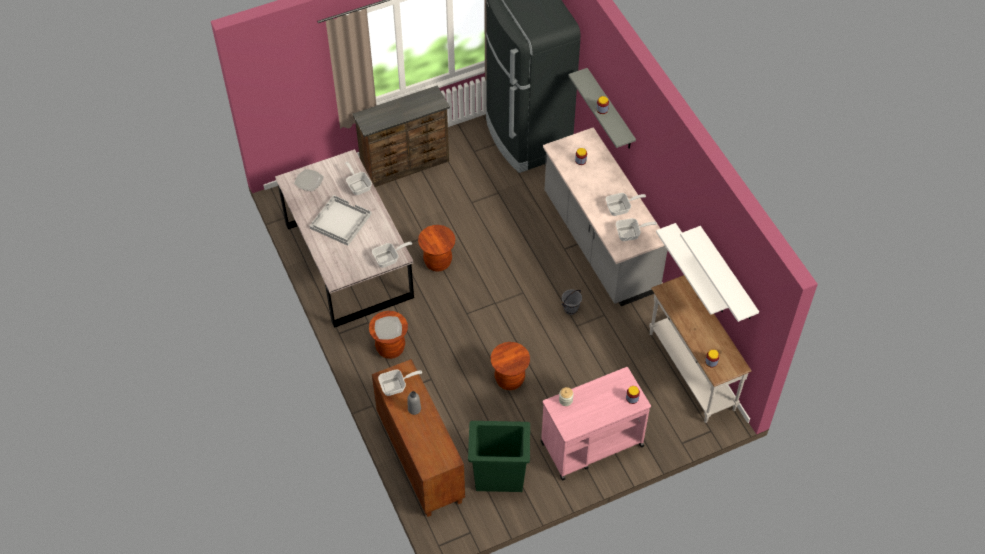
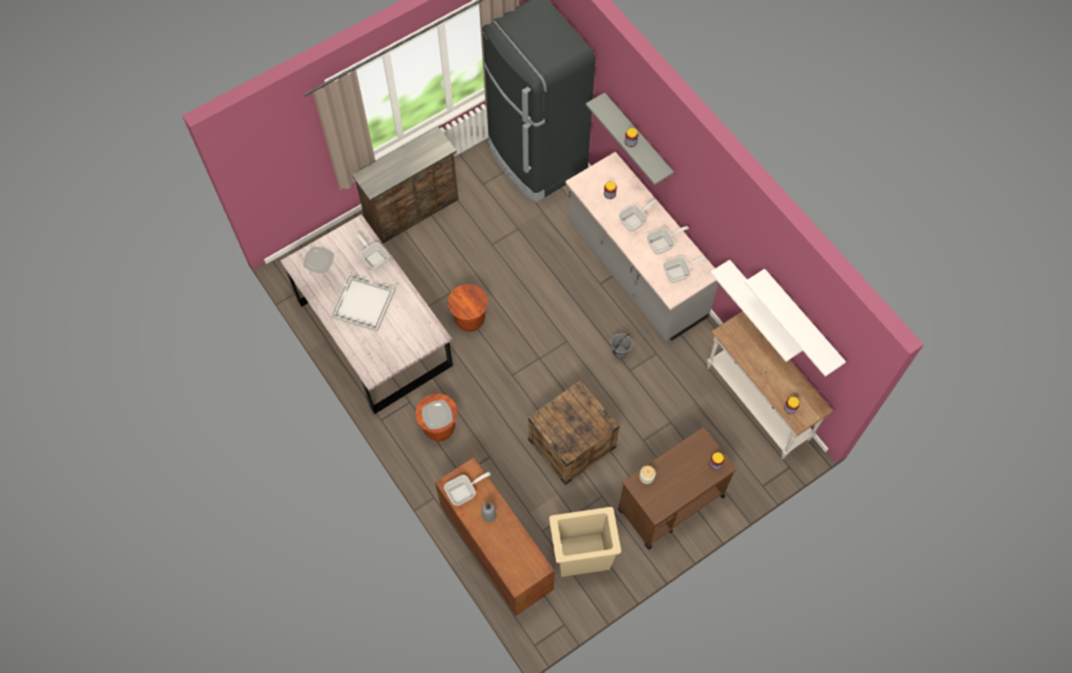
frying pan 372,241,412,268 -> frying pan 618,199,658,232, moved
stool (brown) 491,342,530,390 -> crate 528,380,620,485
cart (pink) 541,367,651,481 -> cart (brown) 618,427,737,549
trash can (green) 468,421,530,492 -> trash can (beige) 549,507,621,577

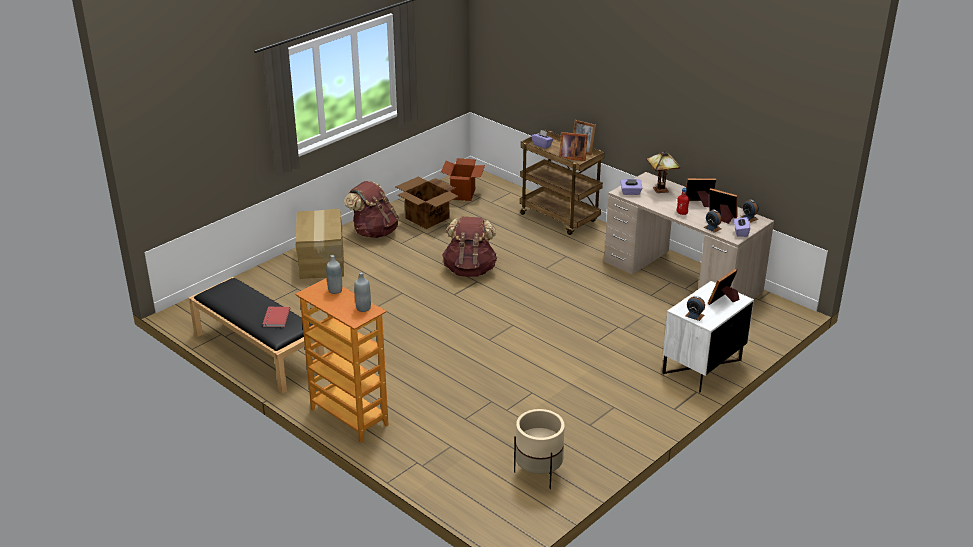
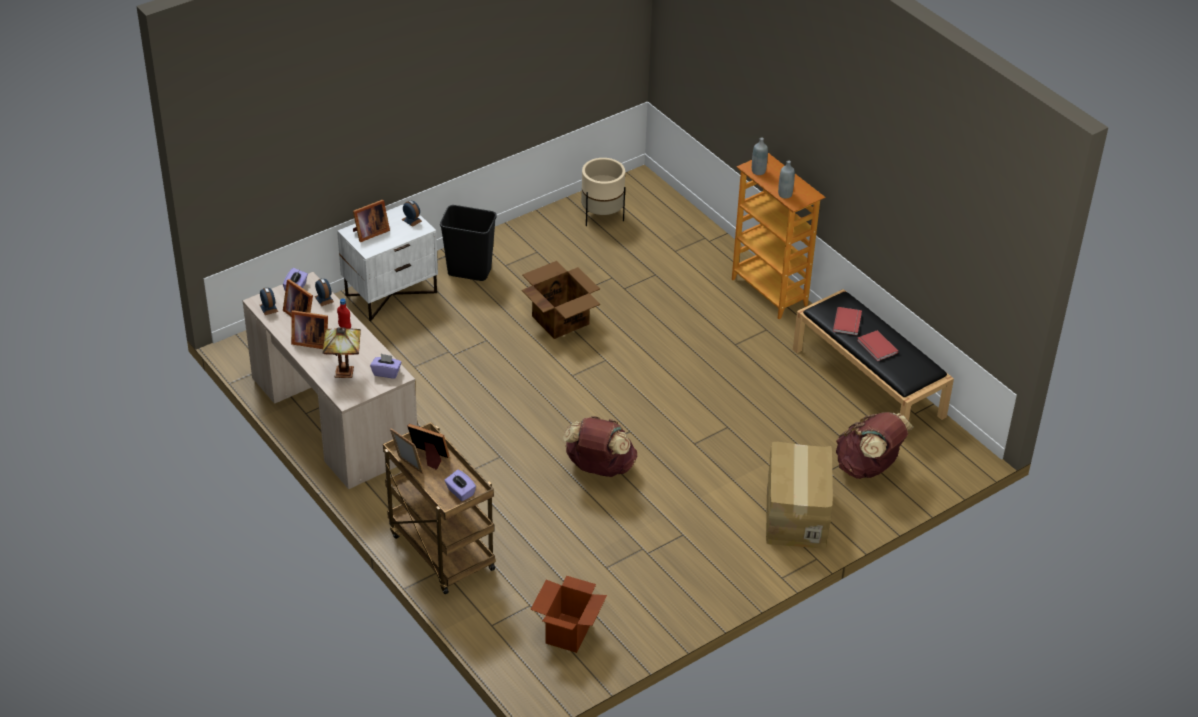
cardboard box 395,177,459,229 -> cardboard box 522,261,600,339, moved
backpack (brown) 344,181,399,238 -> backpack (brown) 836,412,914,479, moved
none -> trash can (black) 440,205,497,281
none -> book (red) 857,330,898,361

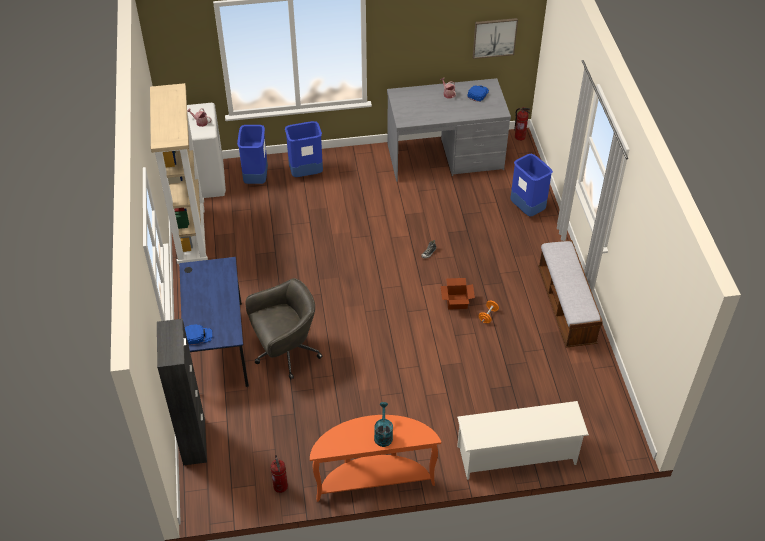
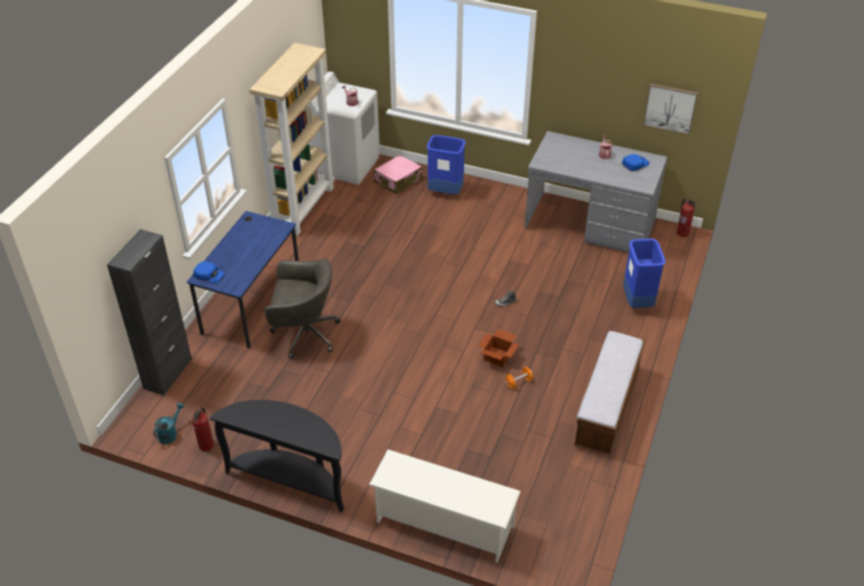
trash can (blue) 237,125,268,184 -> suitcase (pink) 374,155,422,194
watering can (turquoise) 374,402,393,447 -> watering can (turquoise) 153,403,184,444, moved
console table (orange) 310,415,441,502 -> console table (black) 210,400,344,513

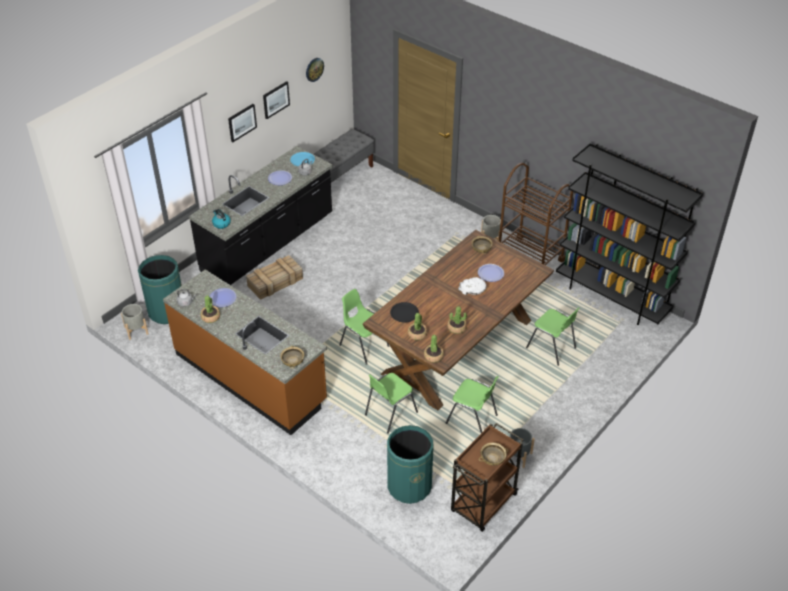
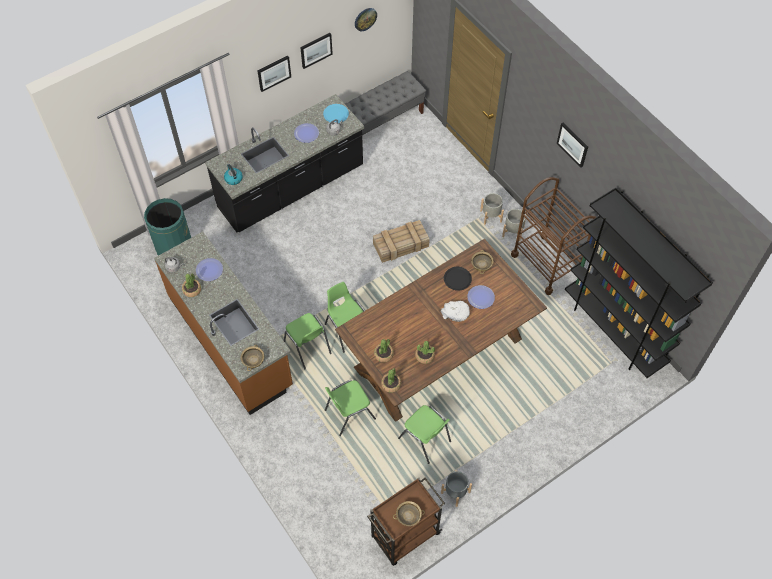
crate 246,255,303,300 -> crate 373,220,430,263, moved
plate (black) 390,302,419,323 -> plate (black) 444,267,472,291, moved
planter (grey) 121,304,148,340 -> planter (grey) 480,193,504,225, moved
chair (green) 526,307,580,366 -> chair (green) 284,313,332,369, moved
trash can (green) 387,425,433,504 -> none
none -> picture 557,123,588,167

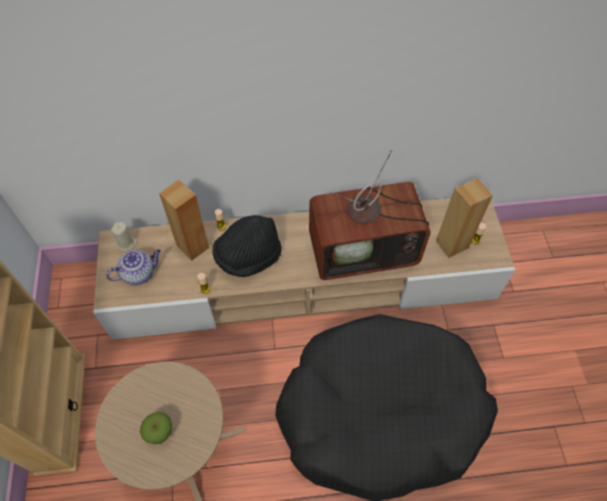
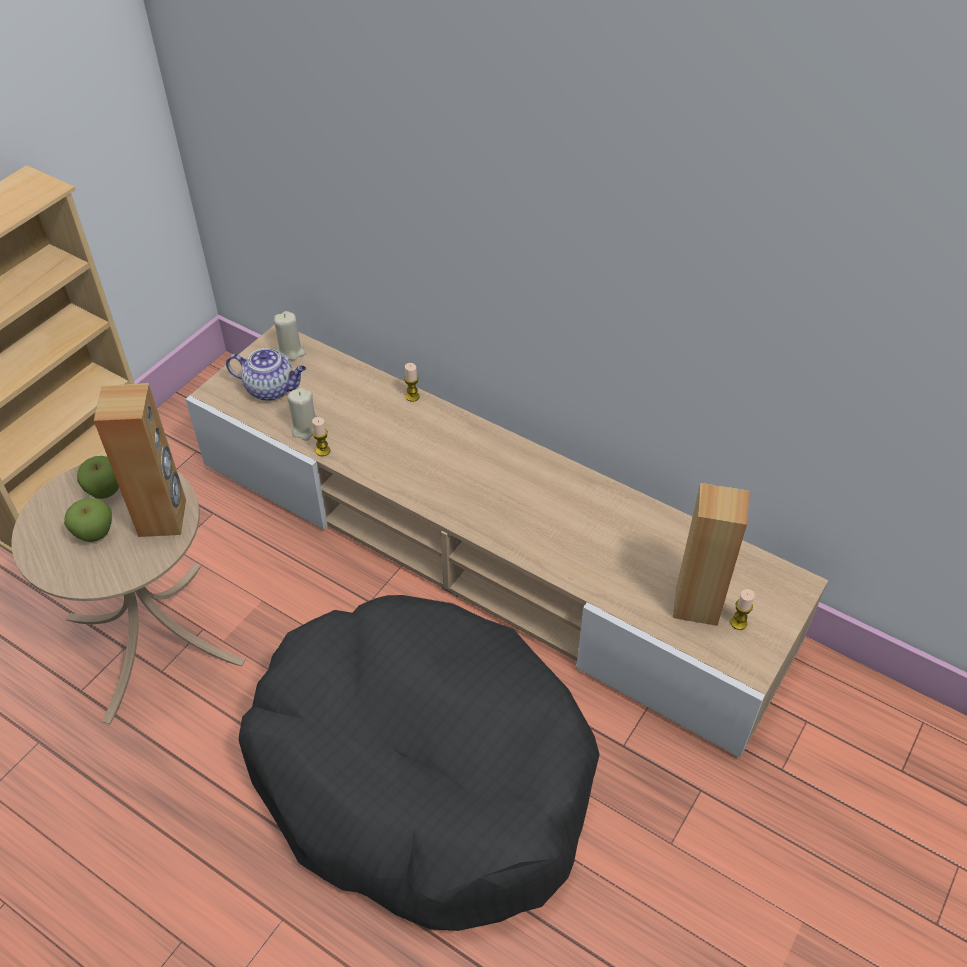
television 309,150,431,280 -> none
speaker (brown) 159,179,209,261 -> speaker (brown) 94,383,186,537, moved
hat (black) 212,215,282,277 -> none
none -> candle (beige) 287,388,317,441
none -> apple 77,456,119,499

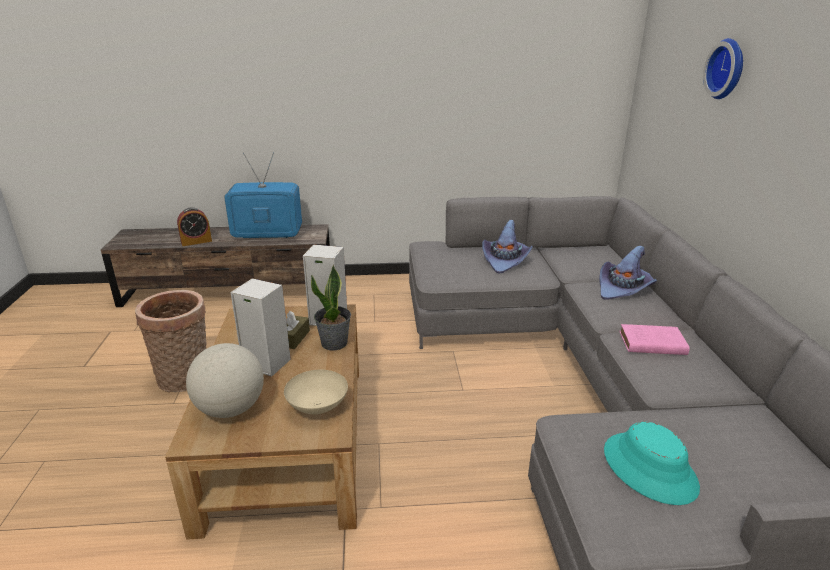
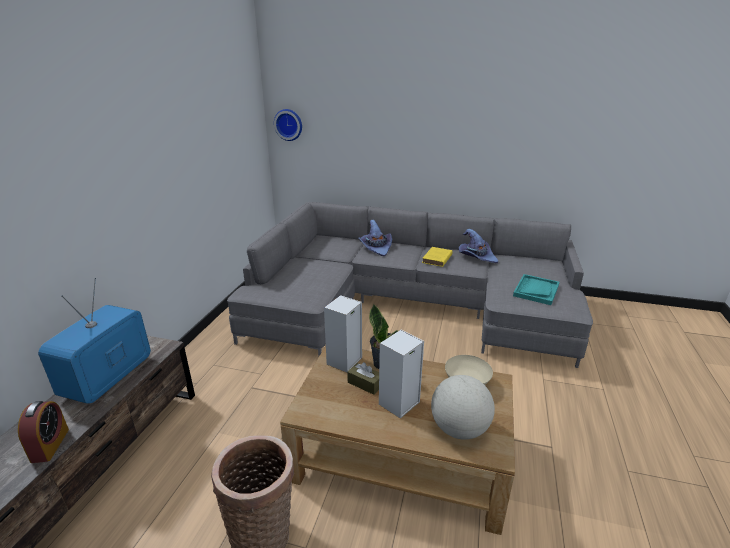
wall clock 703,38,743,99 -> wall clock 274,109,302,141, moved
hat (purple) 482,220,533,274 -> hat (purple) 459,229,498,263, moved
book (pink) 620,324,690,355 -> book (yellow) 422,247,453,267
hat (turquoise) 604,422,700,505 -> tray (turquoise) 513,274,559,305

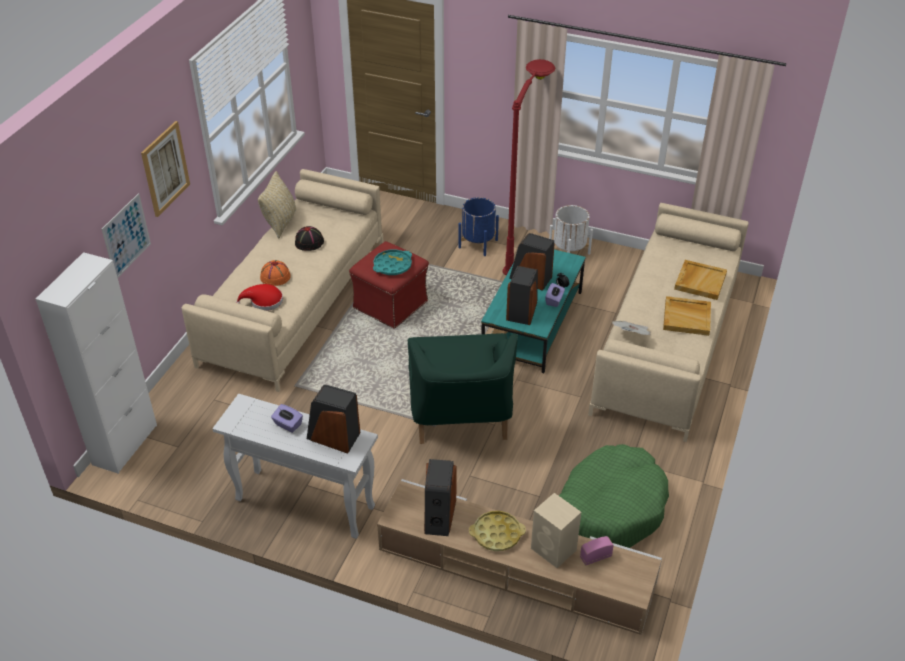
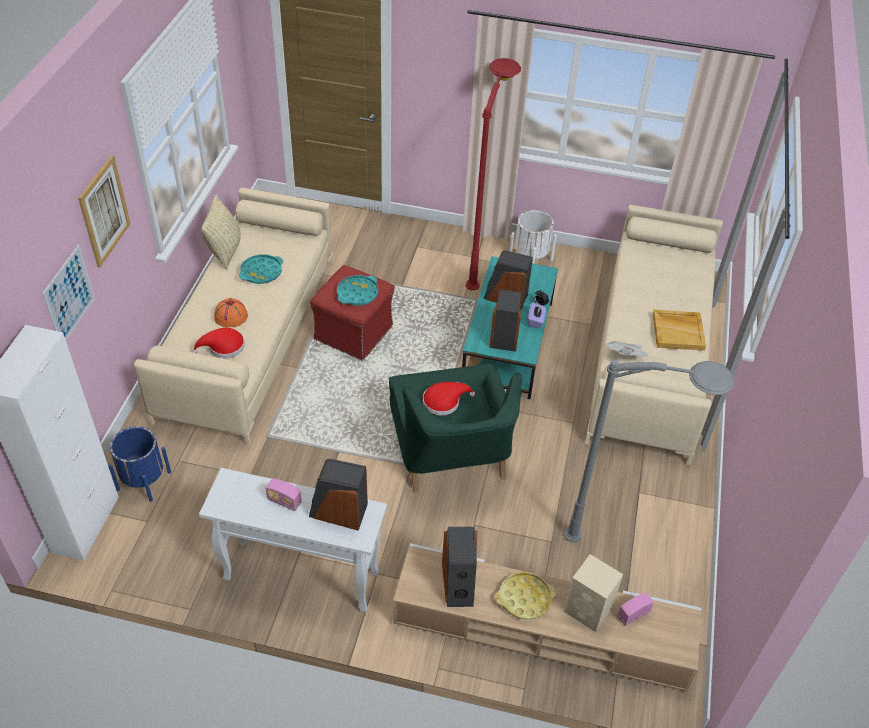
planter (blue) 458,197,499,256 -> planter (blue) 108,426,171,502, moved
hat (black) 295,226,324,251 -> tray (turquoise) 239,254,283,284
tray (beige) 674,260,727,300 -> none
tissue box (purple) 271,404,303,433 -> radio 266,478,302,511
dog bed (green) 559,444,669,548 -> floor lamp (grey) 564,360,735,542
none -> hat (red) 423,382,475,415

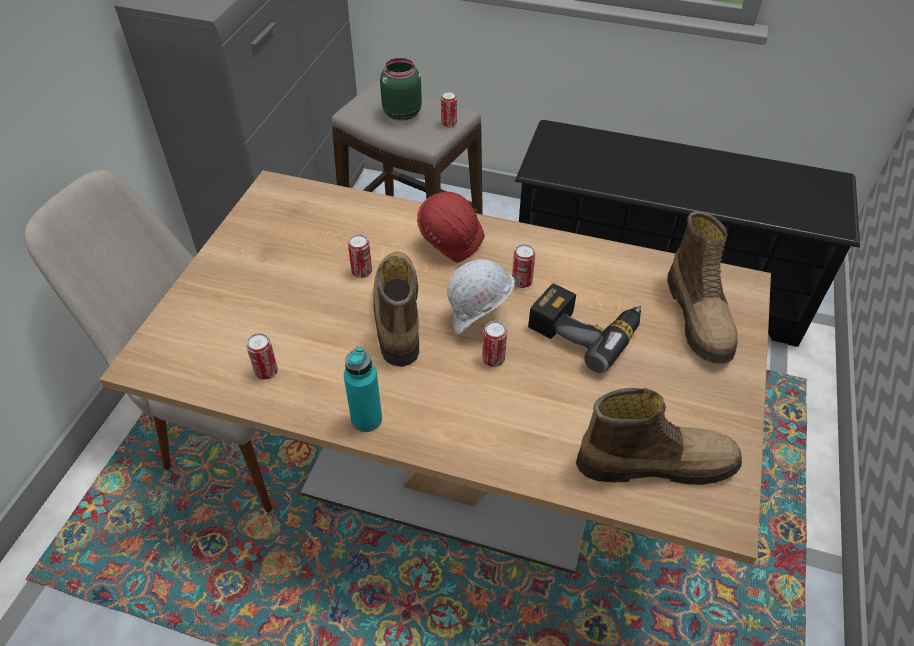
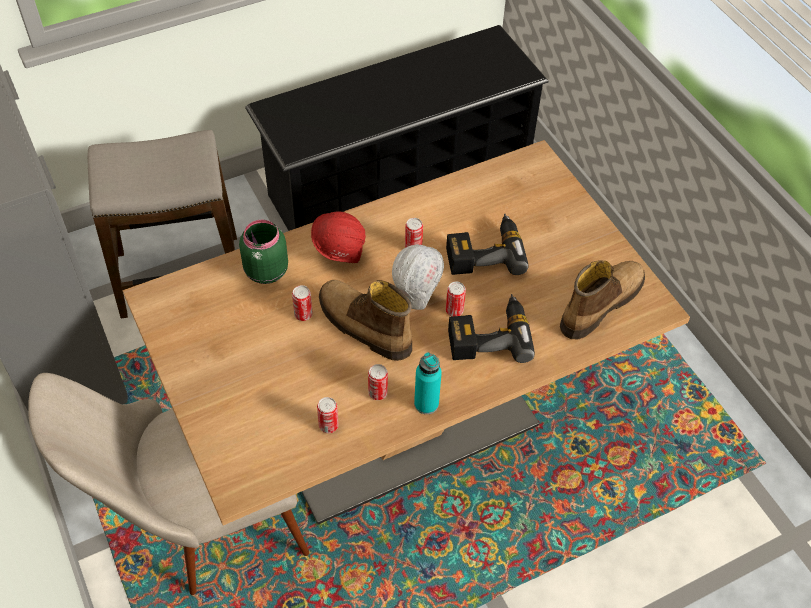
jar (green) 380,58,422,121 -> jar (green) 239,220,288,284, moved
can 441,91,457,127 -> can 368,364,388,400, moved
boot 667,211,738,364 -> none
none -> power drill 448,294,535,363

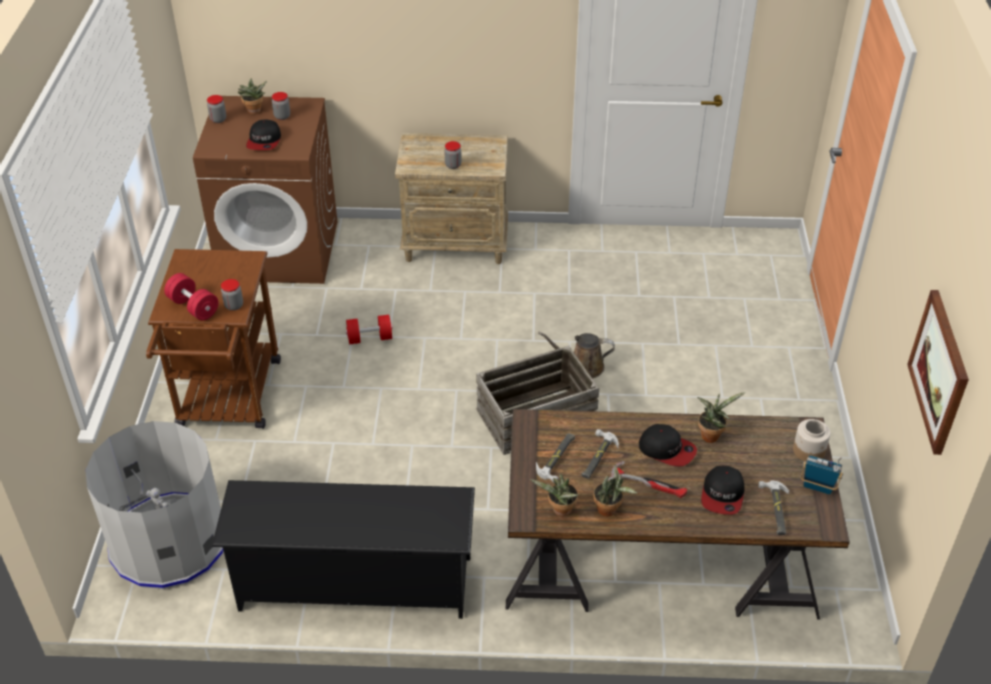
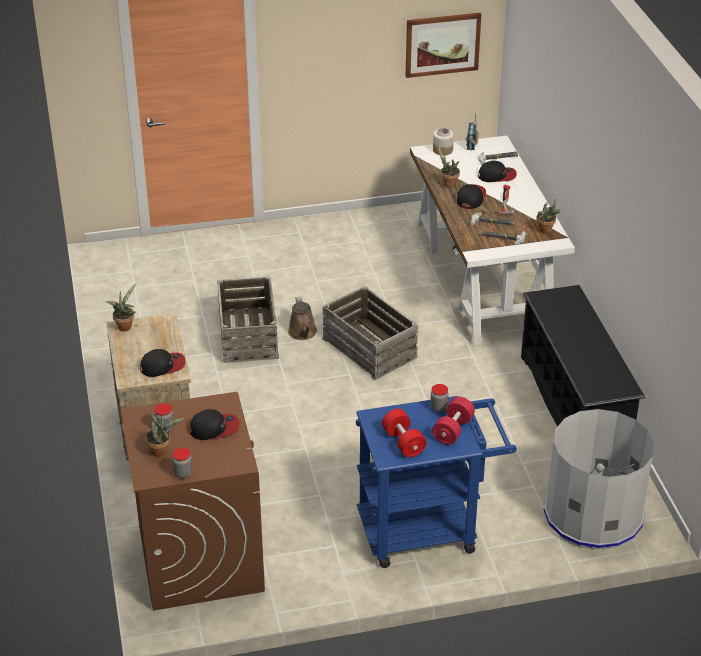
jar 444,141,462,169 -> none
cart (brown) 146,249,281,429 -> cart (blue) 356,396,517,568
dumbbell (red) 346,315,393,344 -> dumbbell (red) 382,409,426,457, moved
desk (brown) 506,409,850,620 -> desk (white) 410,136,575,346
potted plant 593,464,637,517 -> potted plant 106,284,136,331, moved
none -> crate 217,276,279,363
none -> cap 140,349,186,377

